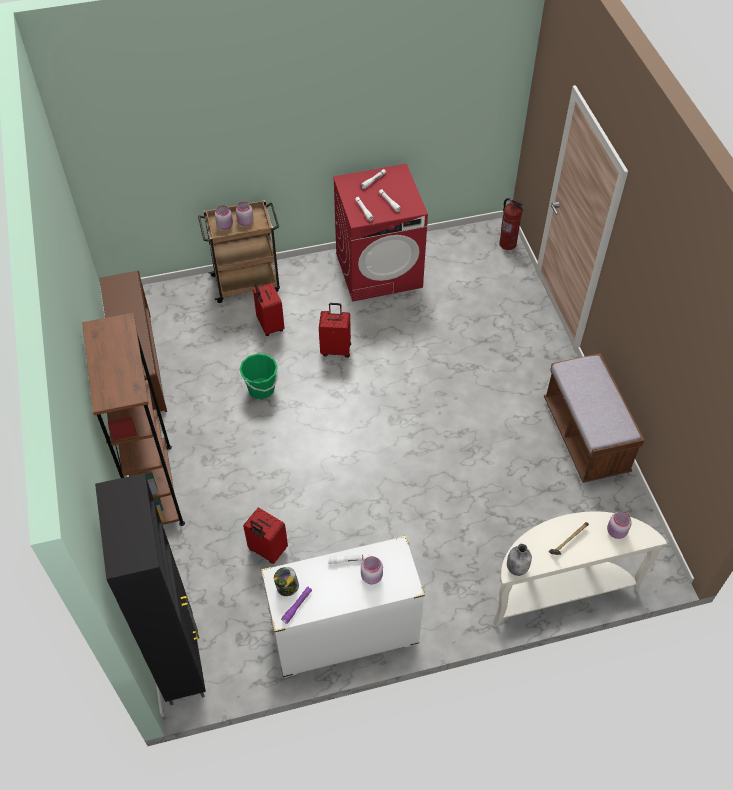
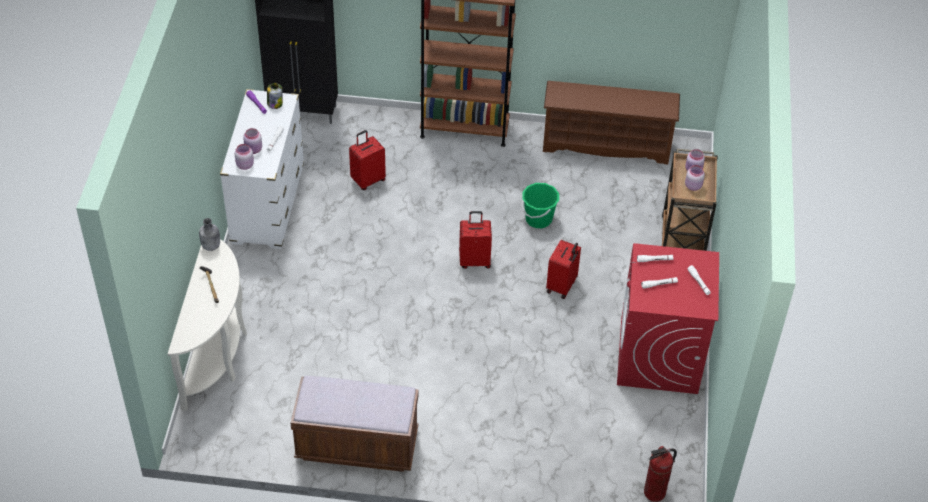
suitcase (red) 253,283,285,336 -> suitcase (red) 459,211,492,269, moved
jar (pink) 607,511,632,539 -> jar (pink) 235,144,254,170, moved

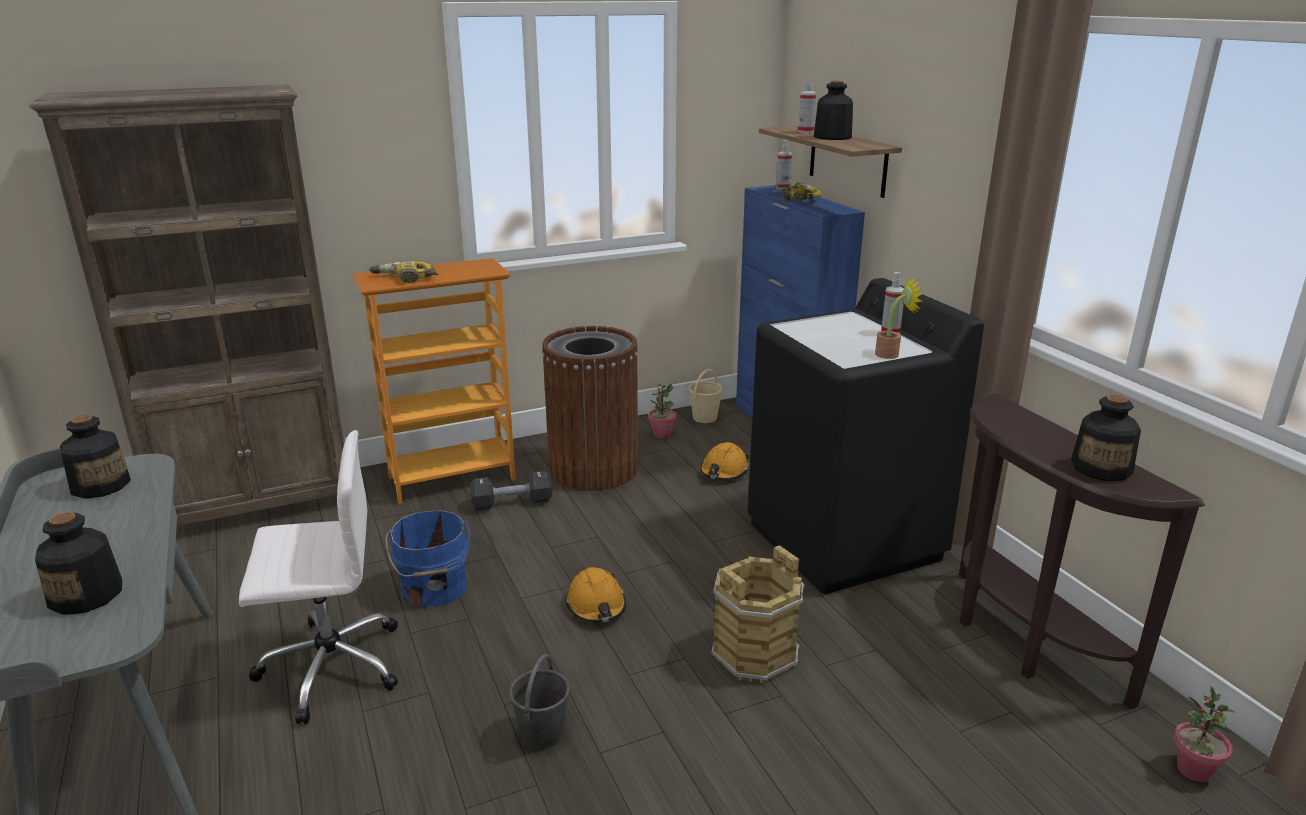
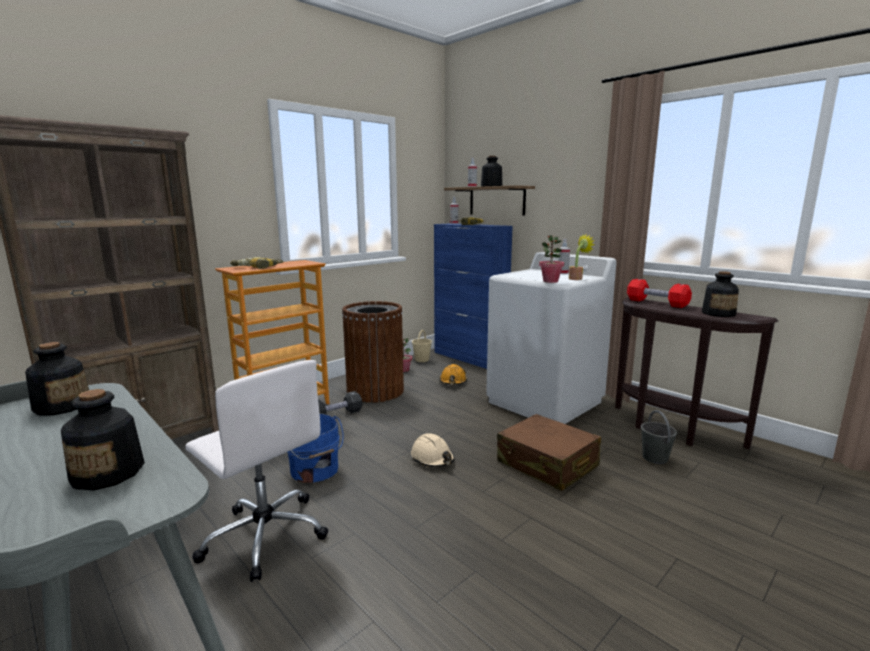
washing machine (black) 748,278,984,594 -> washing machine (white) 486,252,617,424
office chair (white) 239,430,398,724 -> office chair (white) 185,360,328,582, 75 degrees clockwise
bucket (brown) 711,545,805,683 -> suitcase (brown) 497,414,601,491
hard hat (orange) 566,567,626,623 -> hard hat (beige) 411,433,455,467
bucket (grey) 509,654,570,750 -> bucket (grey) 641,410,677,464, moved
potted plant 1174,686,1235,782 -> potted plant 539,235,564,283, moved
none -> dumbbell (red) 627,279,692,308

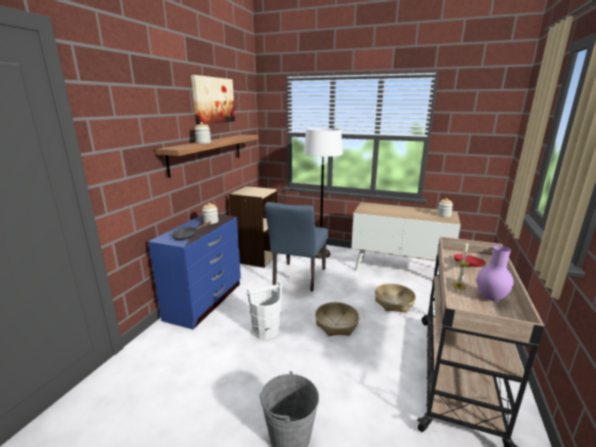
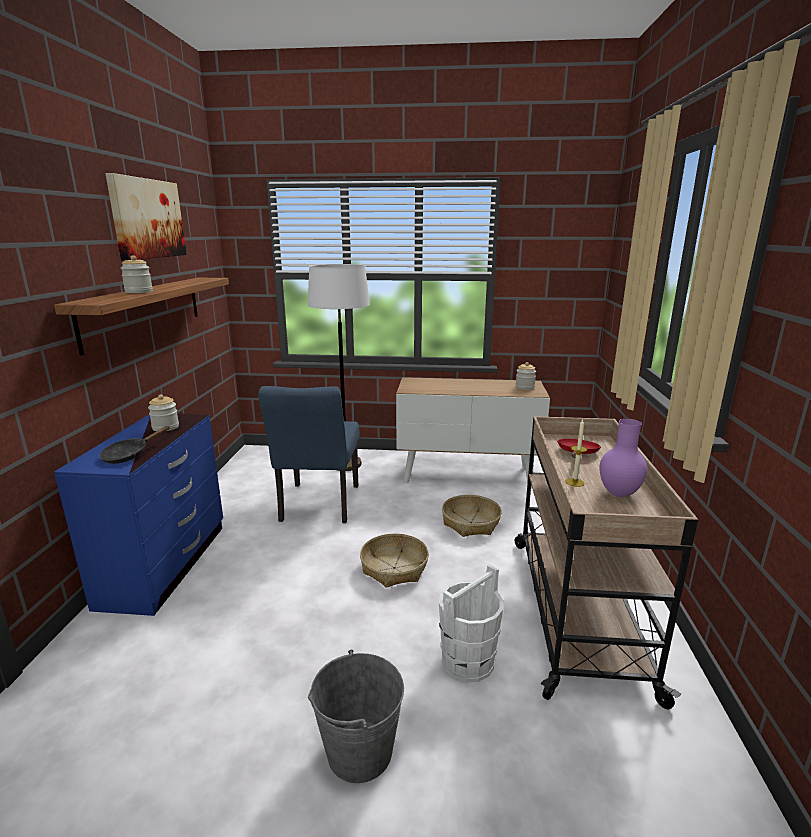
bookcase (beige) 229,186,278,268 -> none
bucket (white) 247,281,282,339 -> bucket (white) 439,564,503,682, moved

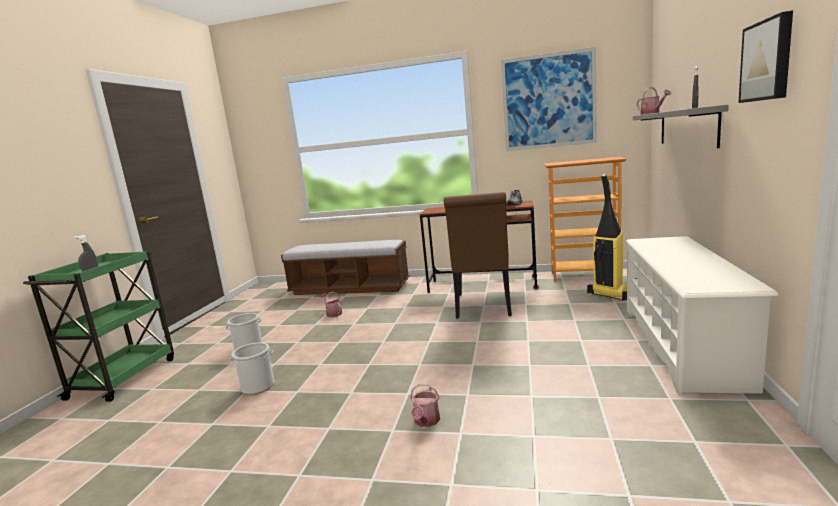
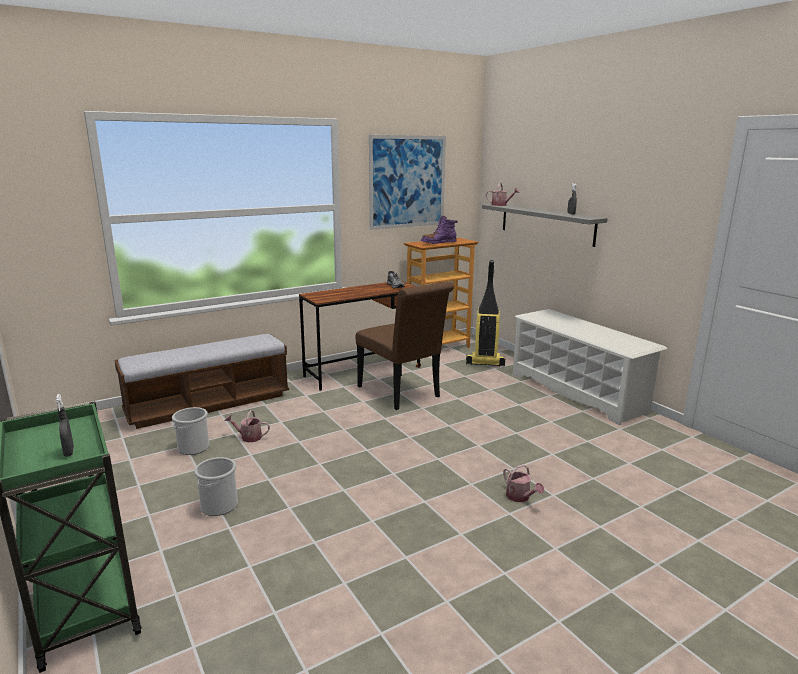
picture 738,11,793,103 -> none
bucket 230,342,274,395 -> bucket 172,407,209,455, moved
none -> boot (purple) 421,216,458,244

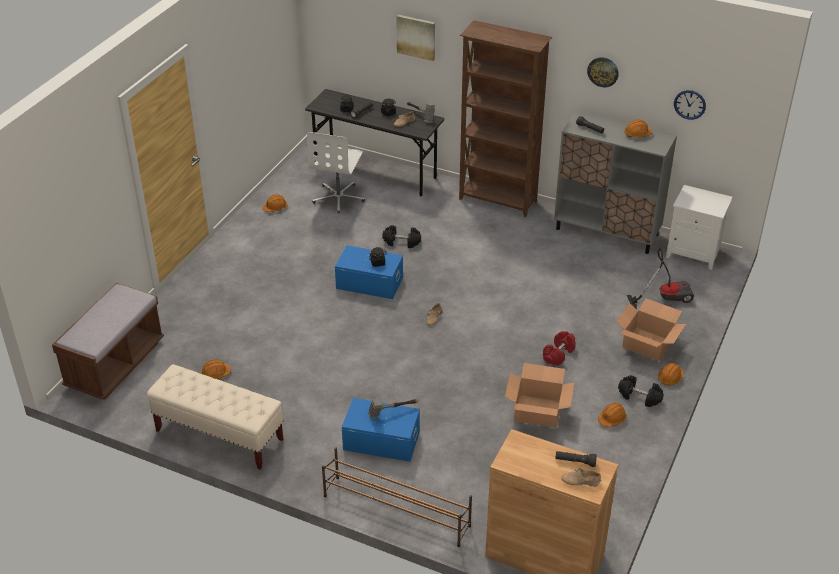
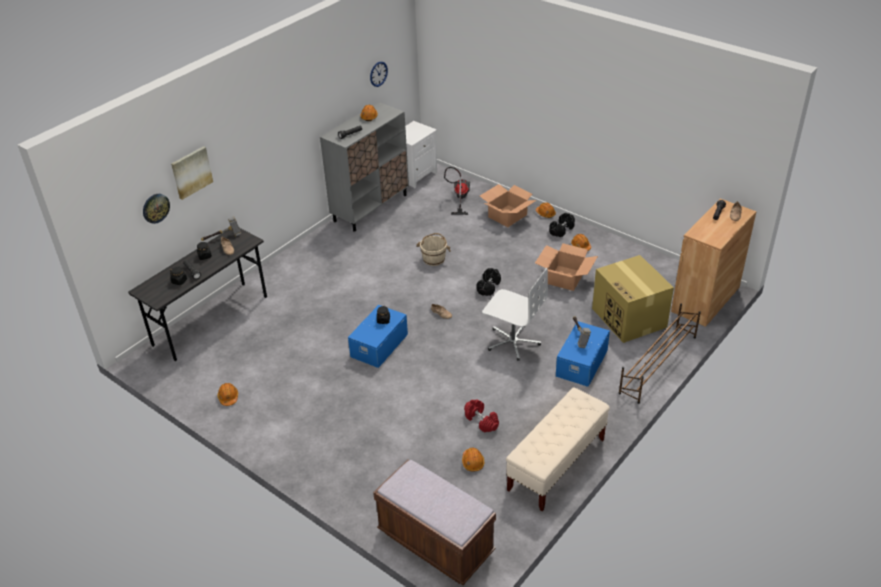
bookcase (brown) 459,20,552,217 -> none
wall clock 587,57,619,87 -> wall clock 143,194,170,224, moved
office chair (white) 307,132,365,213 -> office chair (white) 482,268,548,361, moved
dumbbell (black) 382,225,421,248 -> dumbbell (black) 477,268,501,296, moved
dumbbell (red) 543,331,576,365 -> dumbbell (red) 464,400,499,432, moved
none -> bucket (beige) 417,233,451,266
none -> cardboard box 592,255,674,343

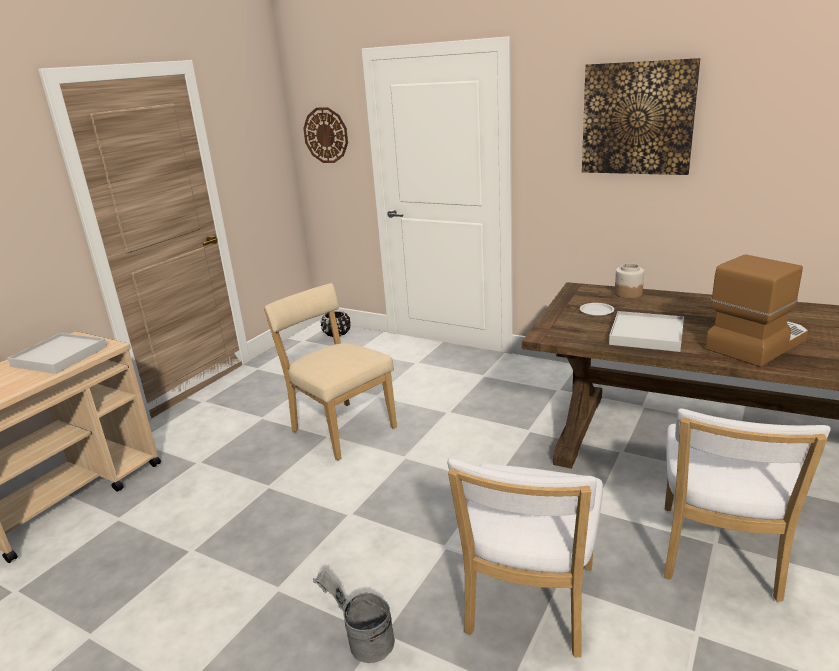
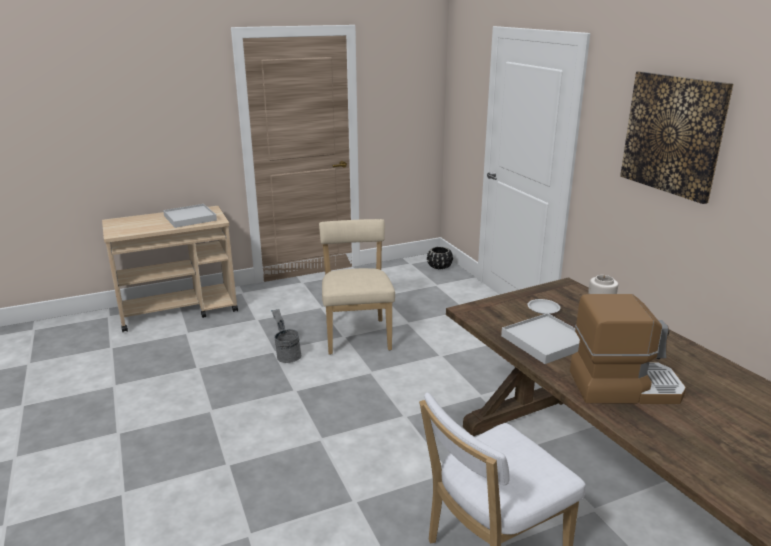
wall clock 303,107,348,163 -> none
chair (white) 447,458,603,658 -> none
bucket (grey) 313,571,395,663 -> bucket (grey) 271,309,301,363, moved

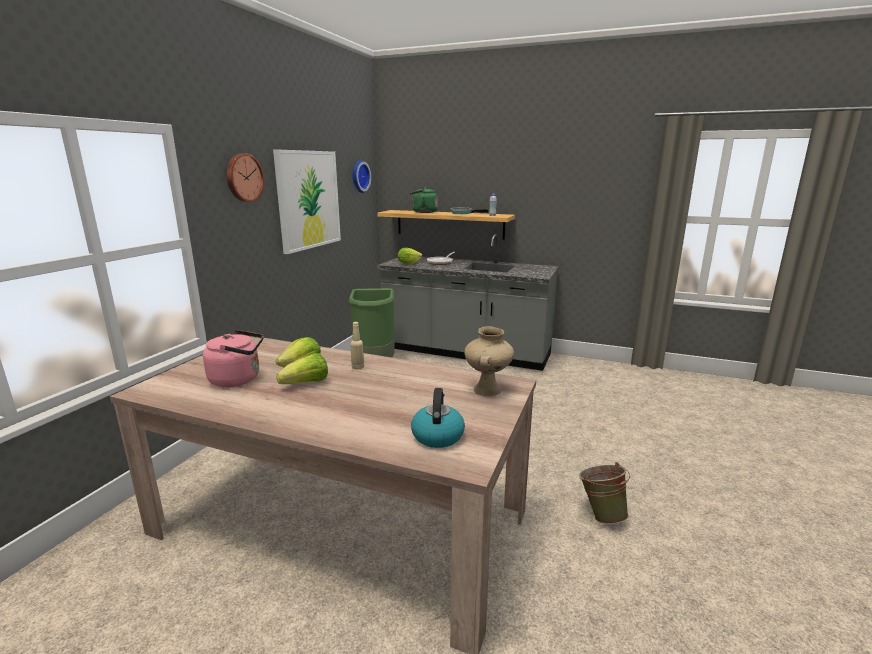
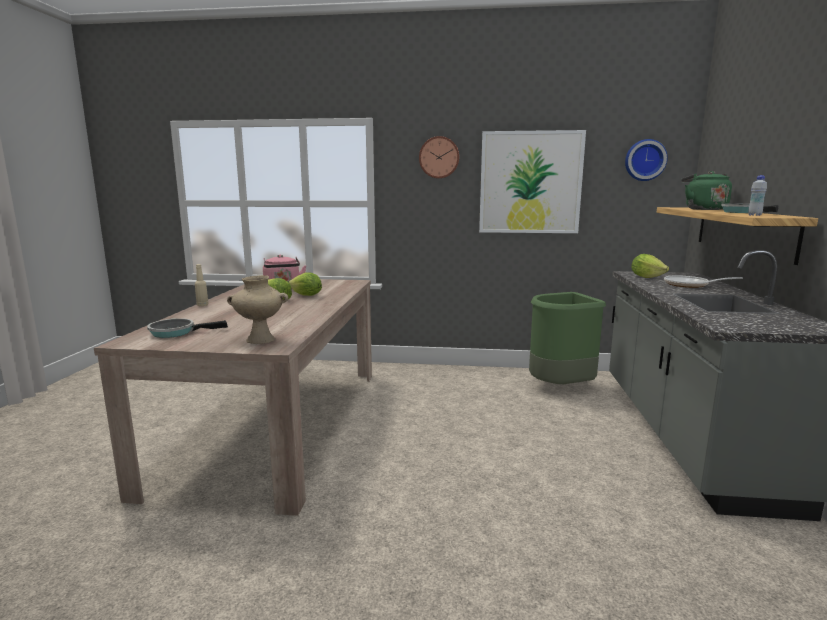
bottle (beige) 350,322,364,370 -> bottle (beige) 195,264,208,306, moved
kettle 411,388,465,448 -> frying pan 147,318,228,338
bucket (green) 579,462,630,524 -> none

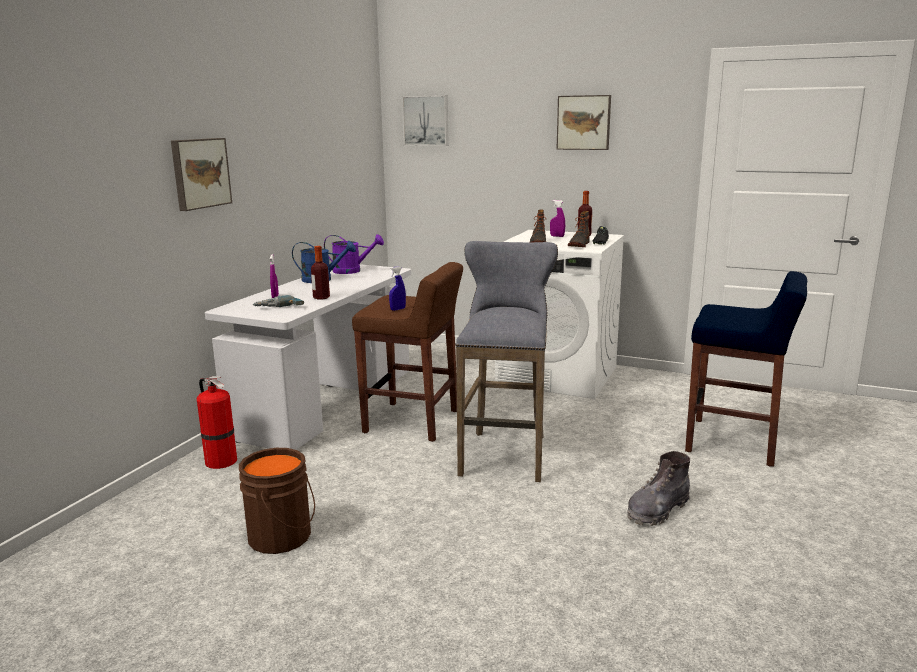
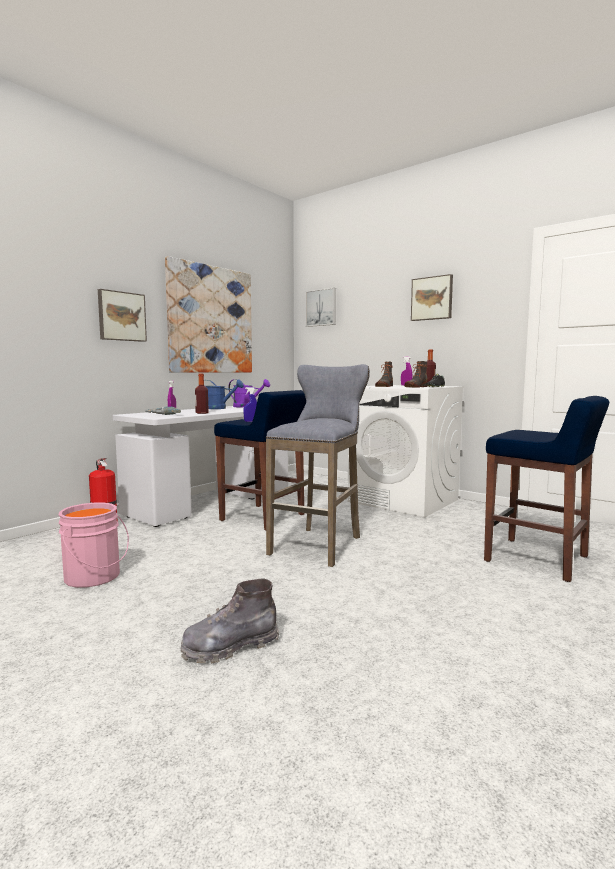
stool (brown) 352,262,463,442 -> stool (blue) 214,390,306,530
bucket (brown) 239,448,315,554 -> bucket (pink) 59,503,129,588
boot (grey) 627,451,690,526 -> boot (grey) 181,578,279,663, moved
none -> picture 165,256,252,373

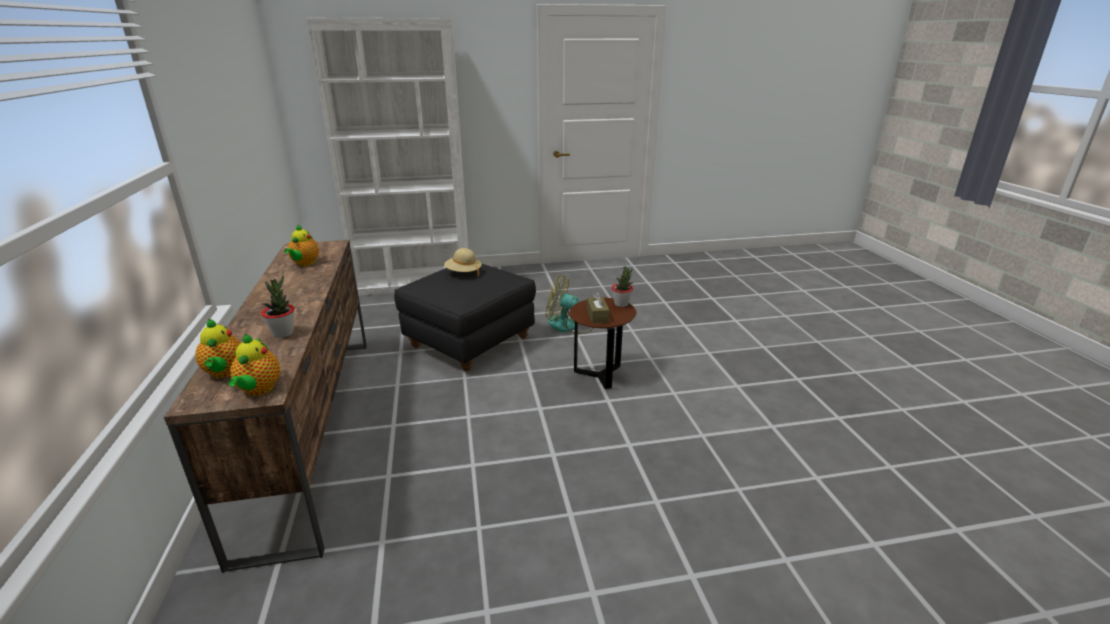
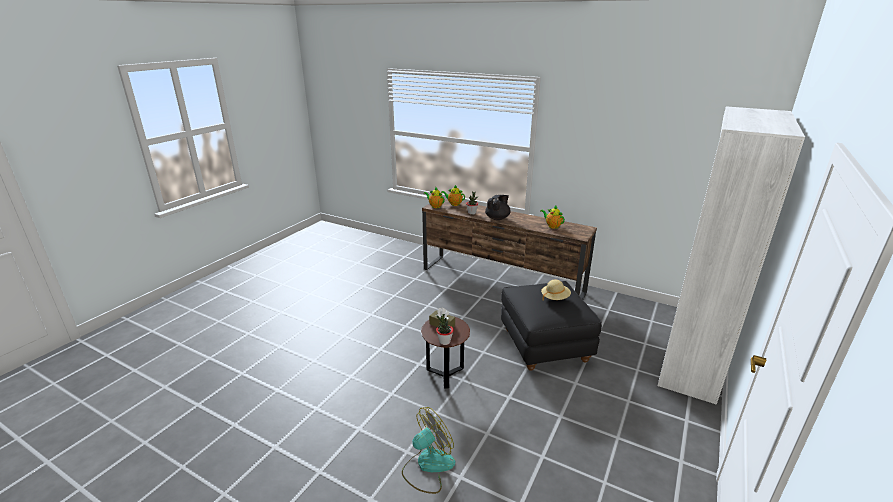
fan 546,275,593,334 -> fan 402,407,456,494, moved
none -> teapot (black) 485,195,511,220

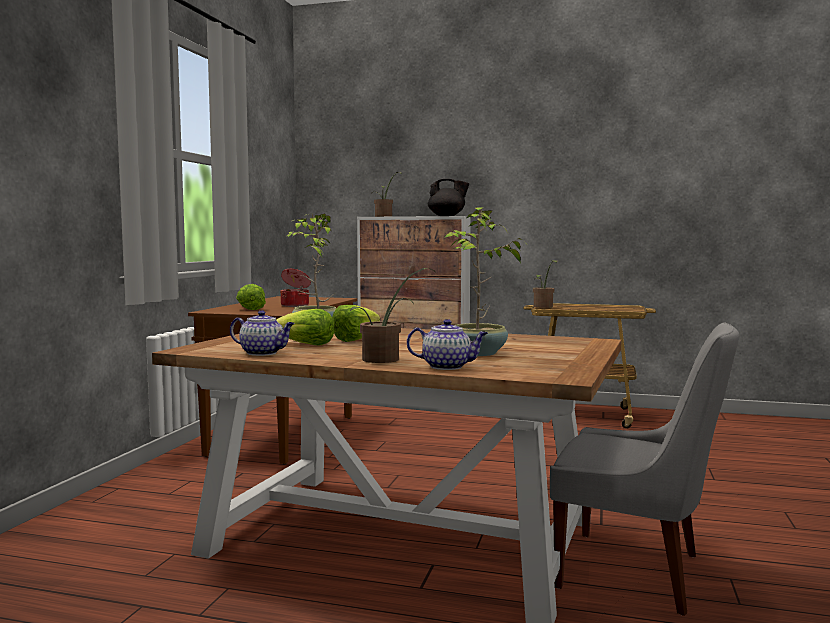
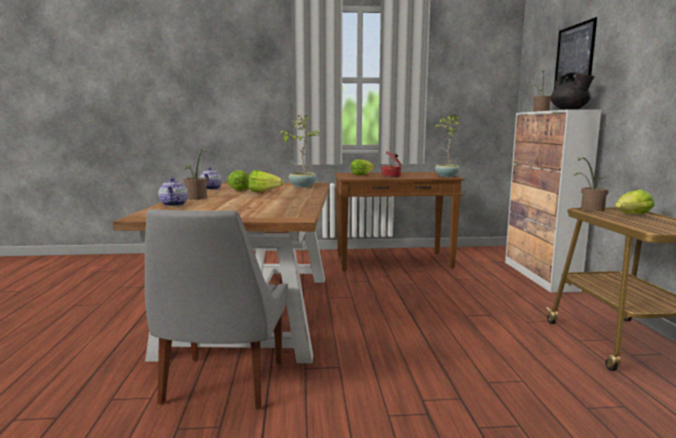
potted plant 444,207,526,356 -> potted plant 434,115,460,177, moved
none -> picture 554,17,597,90
none -> lettuce 615,189,654,215

